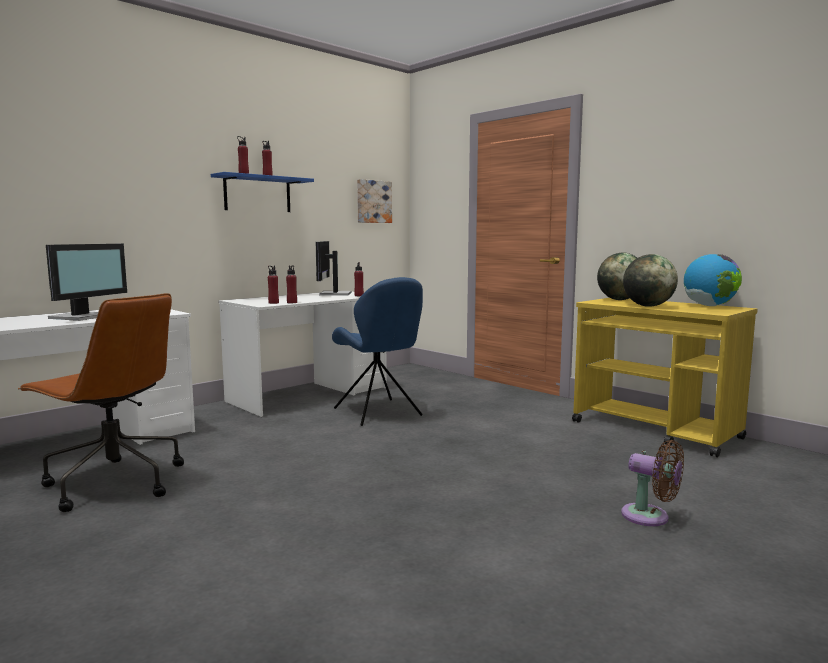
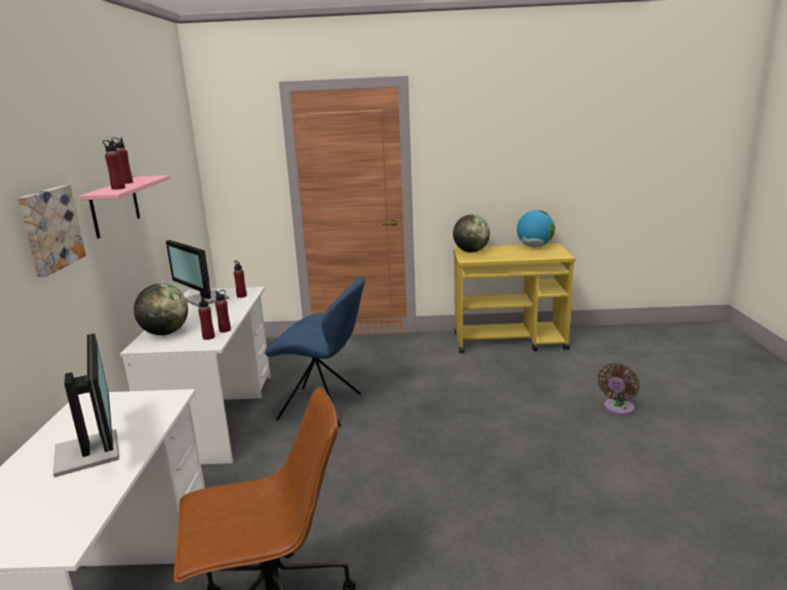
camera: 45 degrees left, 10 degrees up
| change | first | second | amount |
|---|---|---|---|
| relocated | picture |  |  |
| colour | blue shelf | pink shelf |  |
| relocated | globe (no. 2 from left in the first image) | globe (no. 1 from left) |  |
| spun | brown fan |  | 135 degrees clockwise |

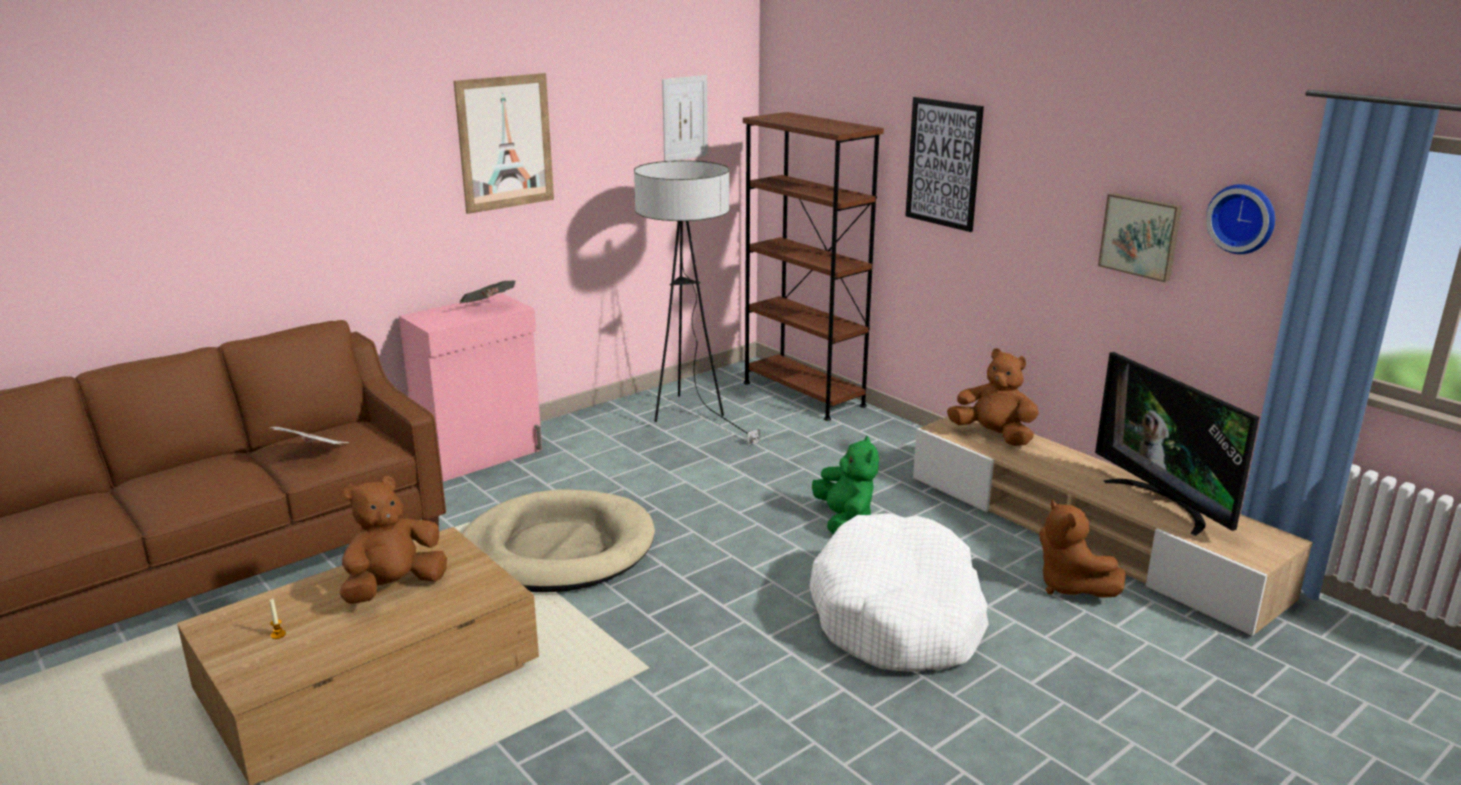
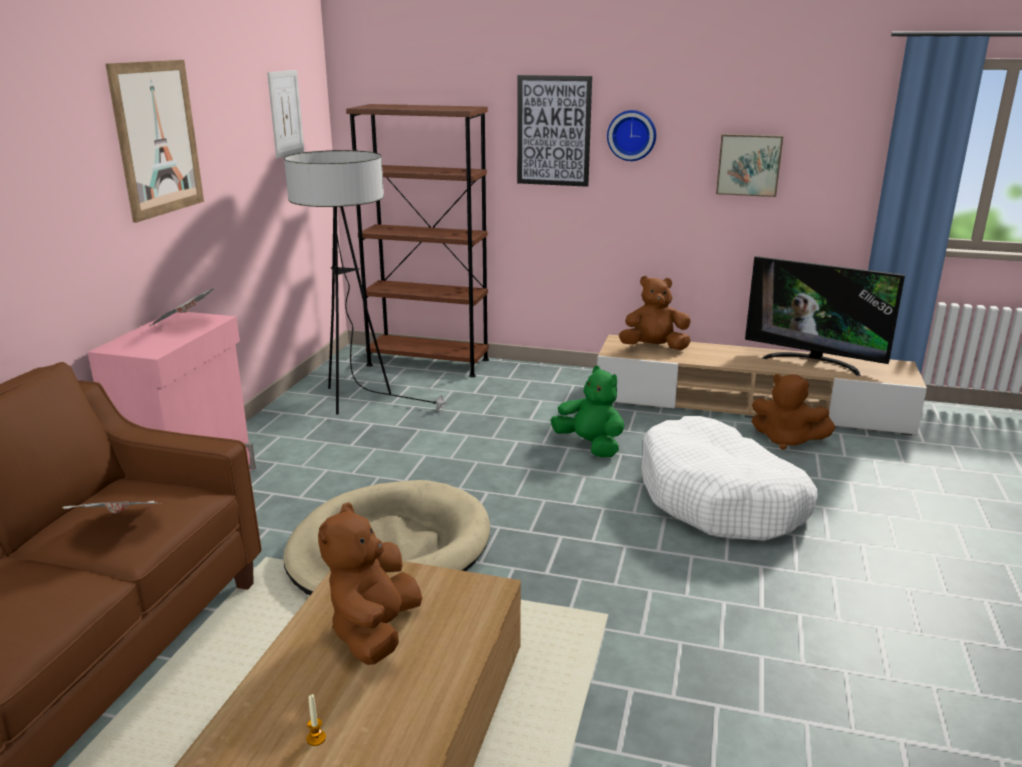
camera: 35 degrees left, 0 degrees up
| change | first | second | amount |
|---|---|---|---|
| relocated | wall clock |  |  |

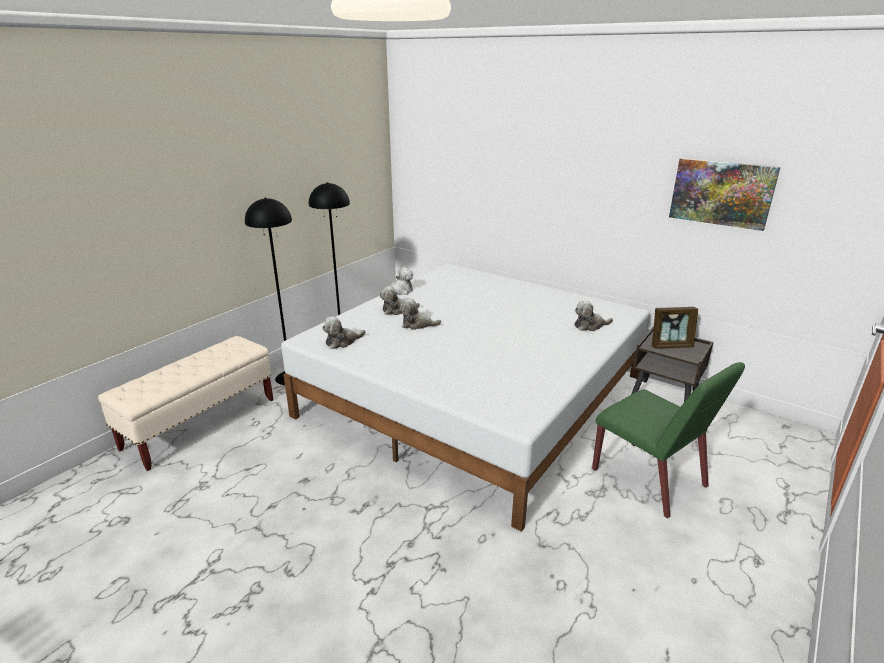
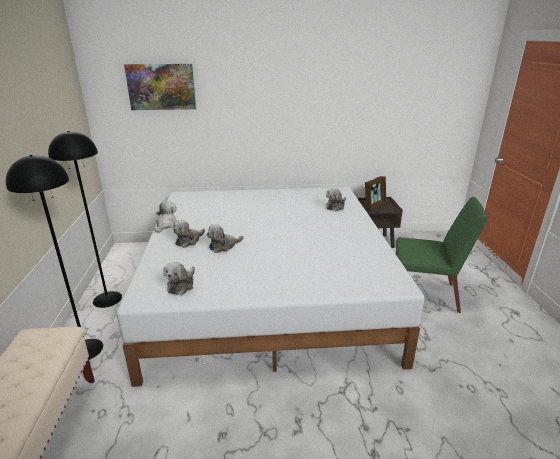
camera: 40 degrees left, 0 degrees up
| change | first | second | amount |
|---|---|---|---|
| relocated | picture |  |  |

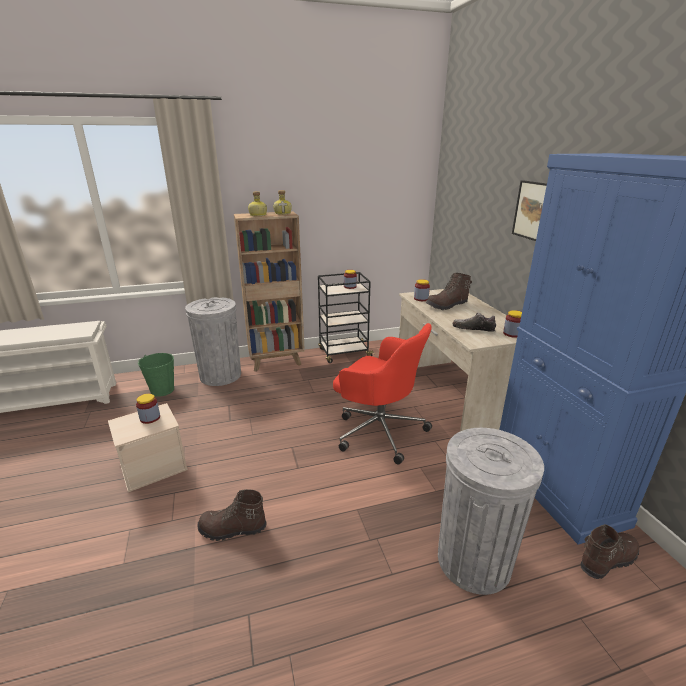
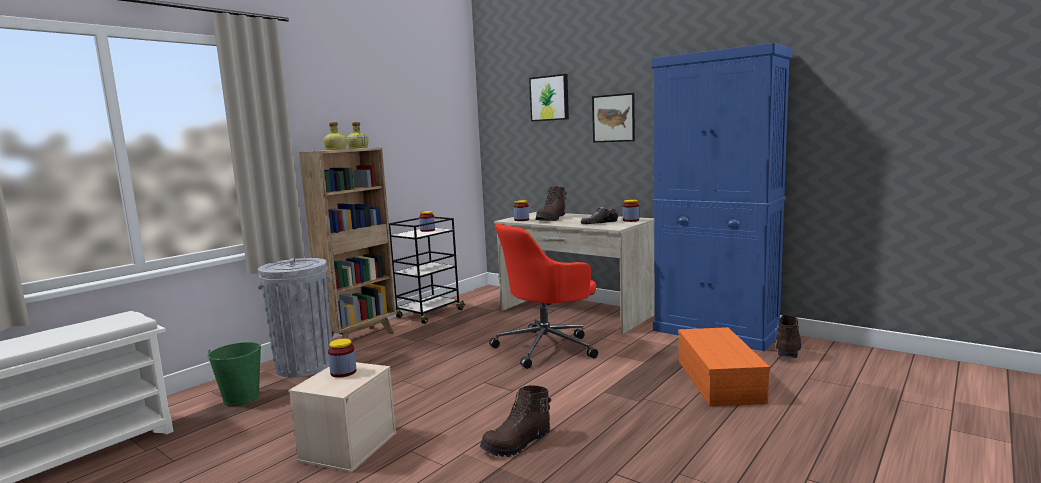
camera: 35 degrees left, 15 degrees down
| change | first | second | amount |
|---|---|---|---|
| spun | red office chair |  | 150 degrees clockwise |
| appeared |  | picture (no. 1 from left) |  |
| exchanged | grey trash can (no. 2 from left) | orange storage box |  |

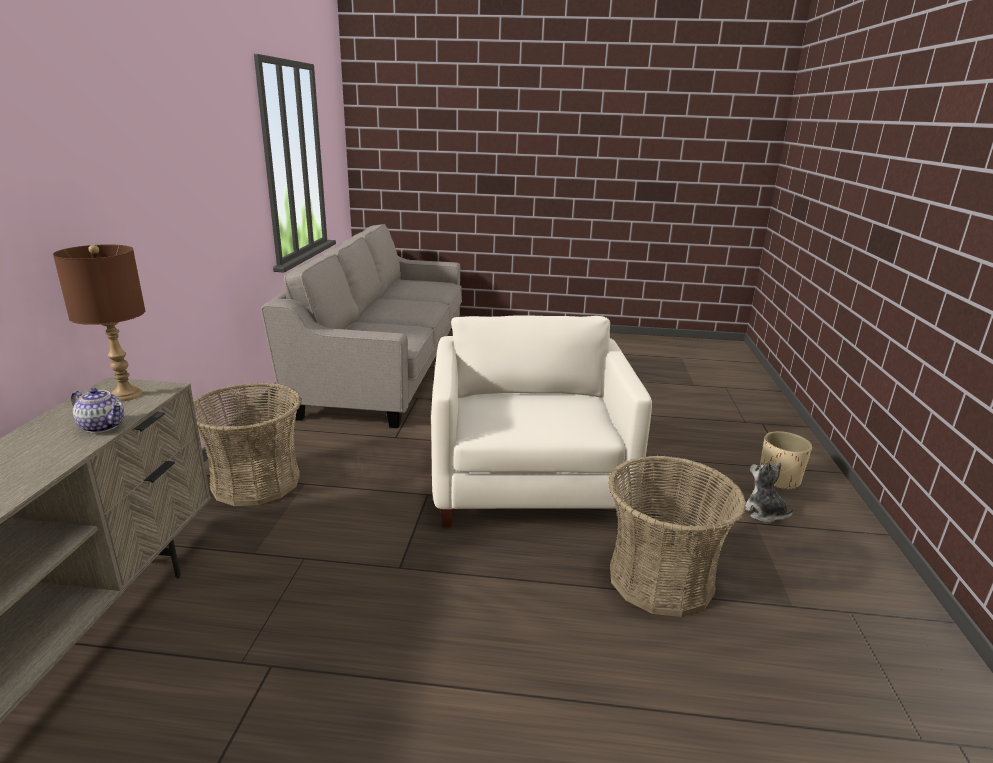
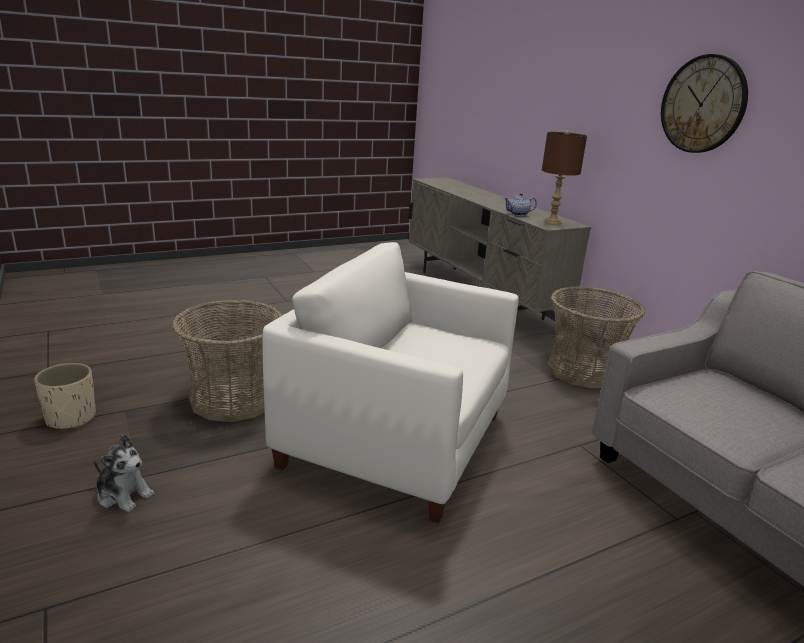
camera: 145 degrees right, 0 degrees up
| change | first | second | amount |
|---|---|---|---|
| relocated | beige planter |  |  |
| spun | white armchair |  | 150 degrees clockwise |
| appeared |  | wall clock |  |

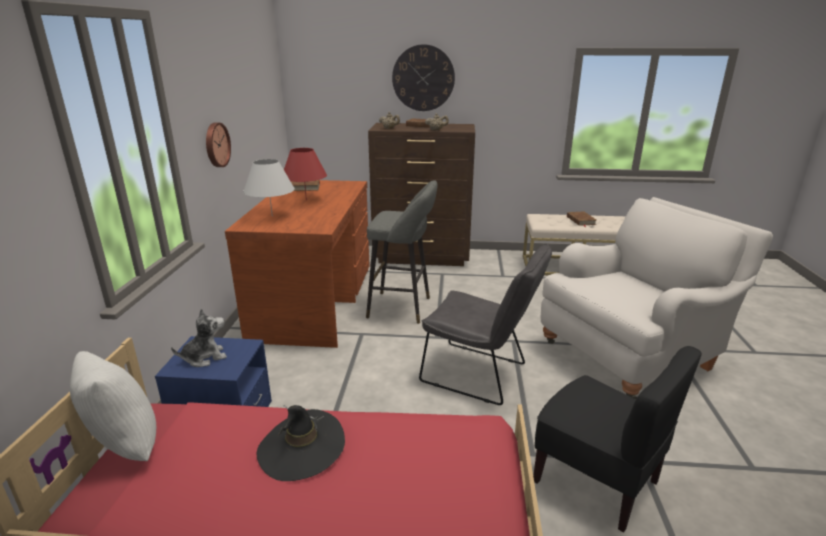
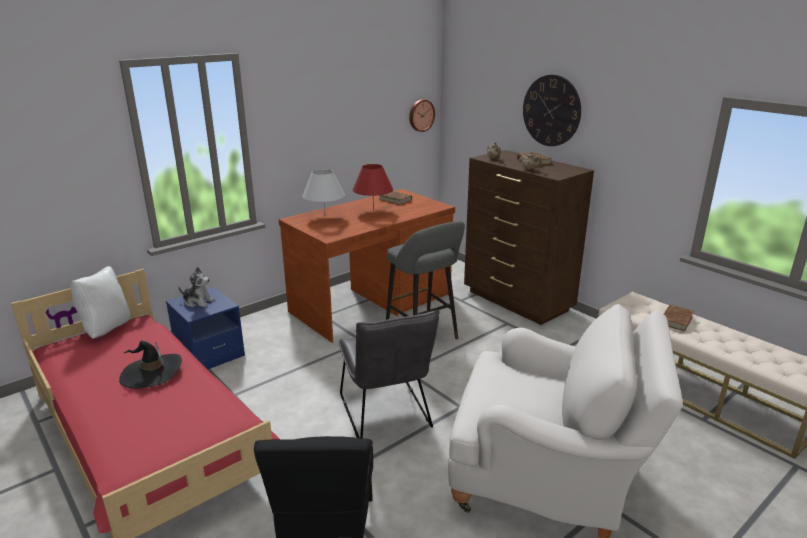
camera: 45 degrees right, 0 degrees up
| change | first | second | amount |
|---|---|---|---|
| relocated | wall clock (no. 1 from left) |  |  |

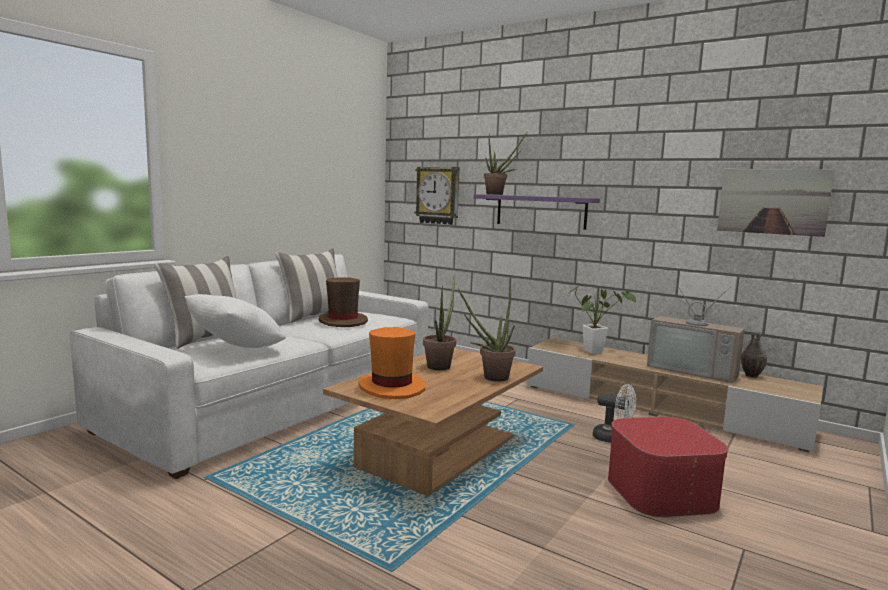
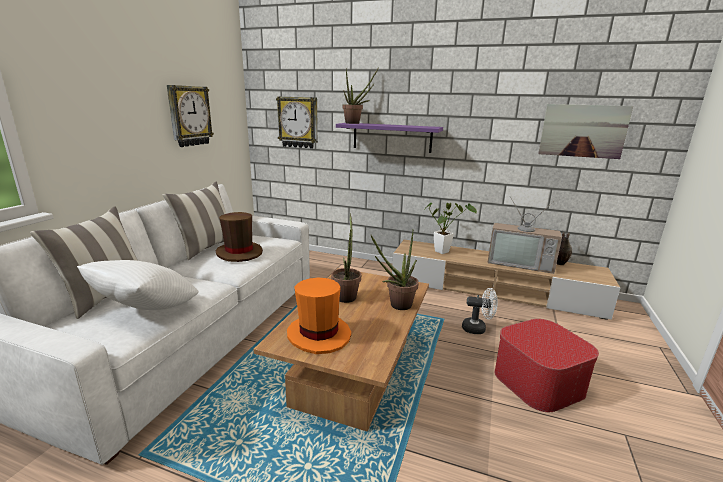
camera: 15 degrees left, 10 degrees up
| change | first | second | amount |
|---|---|---|---|
| appeared |  | wall clock (no. 1 from left) |  |

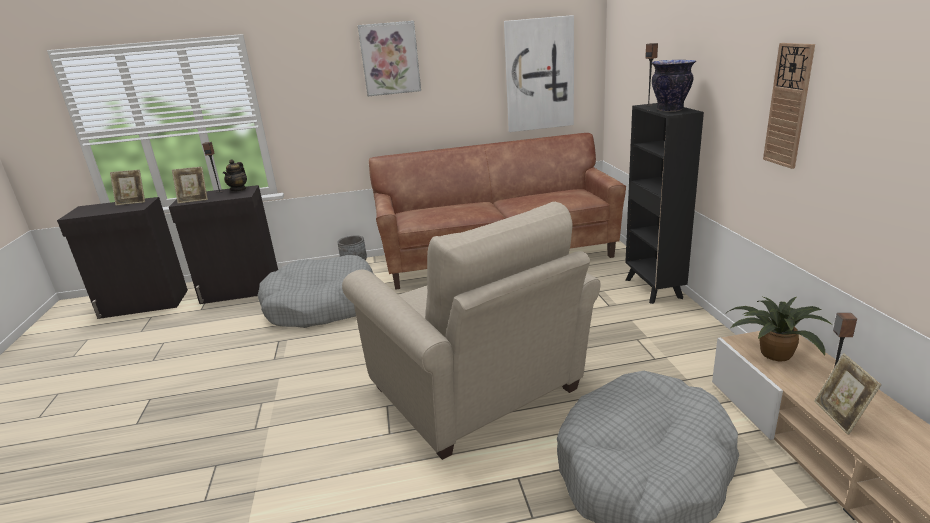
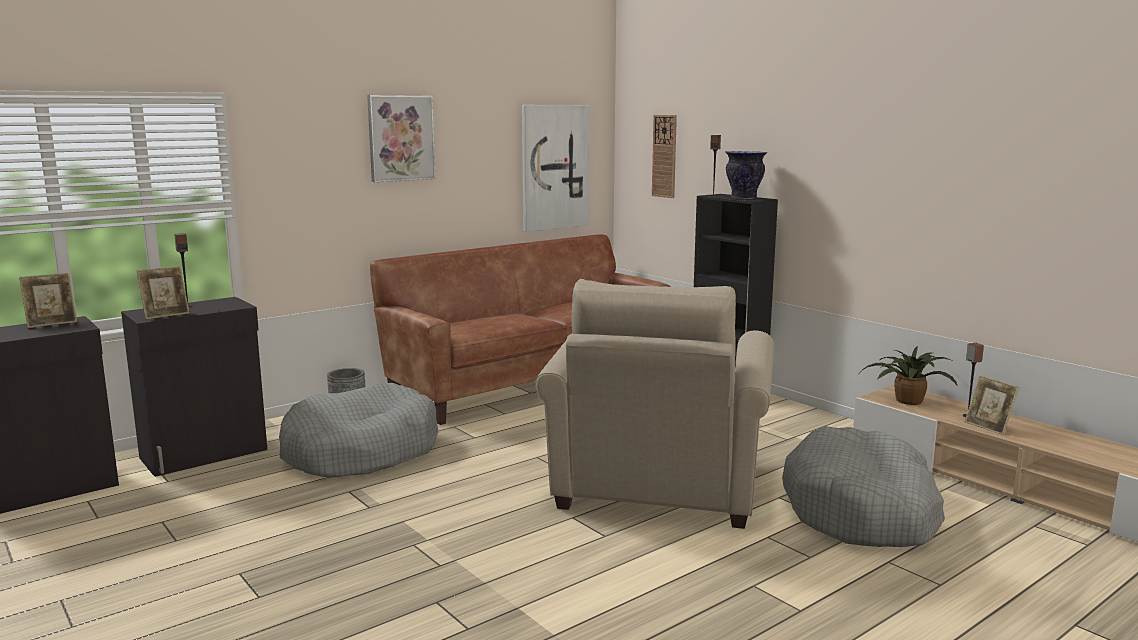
camera: 30 degrees left, 10 degrees down
| change | first | second | amount |
|---|---|---|---|
| spun | beige armchair |  | 75 degrees clockwise |
| relocated | wall clock |  |  |
| missing | teapot |  |  |

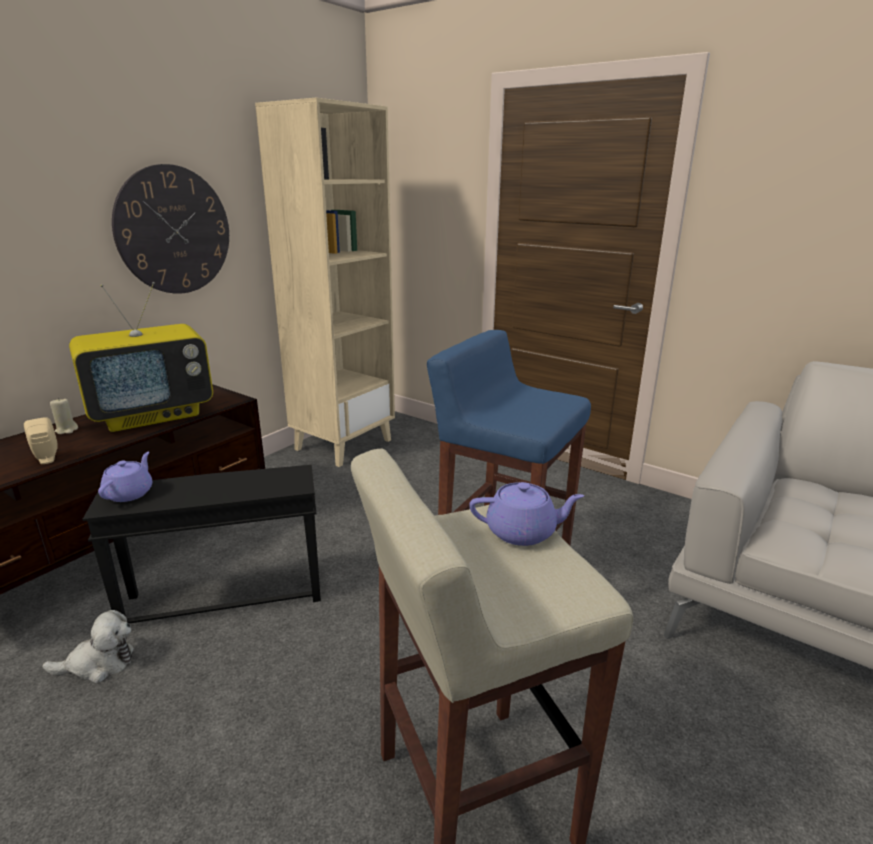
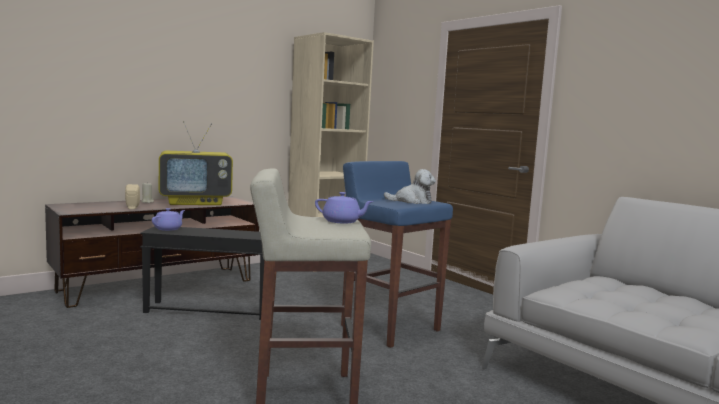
camera: 15 degrees right, 15 degrees down
| change | first | second | amount |
|---|---|---|---|
| relocated | plush toy |  |  |
| missing | wall clock |  |  |

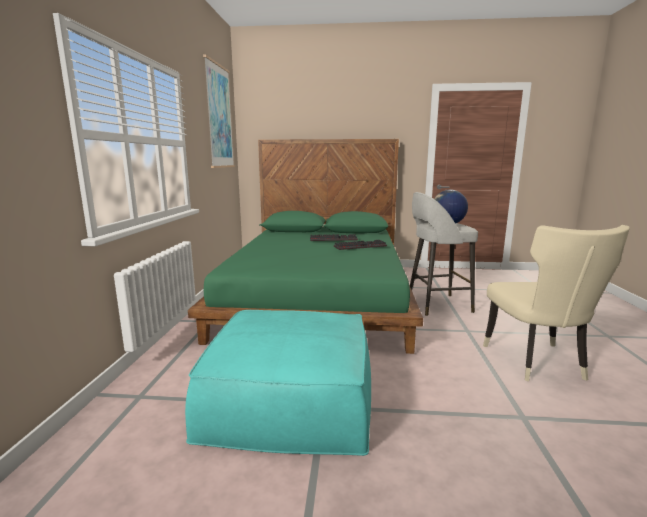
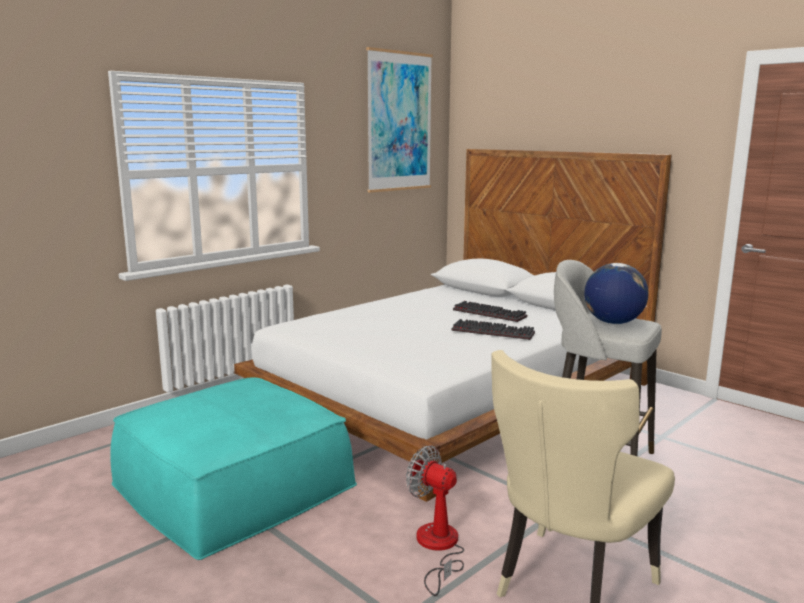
camera: 40 degrees right, 0 degrees up
| change | first | second | amount |
|---|---|---|---|
| colour | green bed | white bed |  |
| appeared |  | fan |  |

